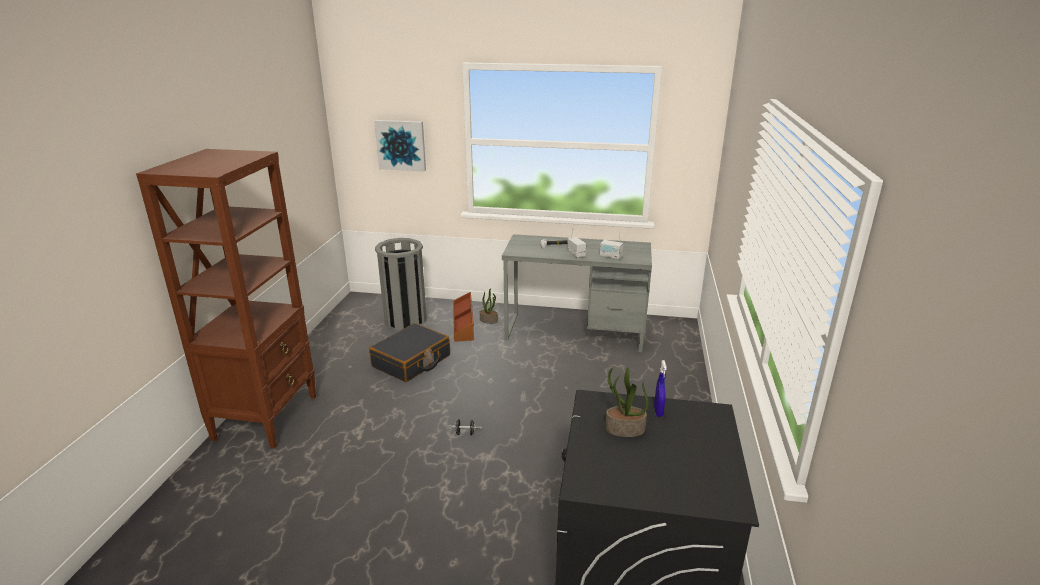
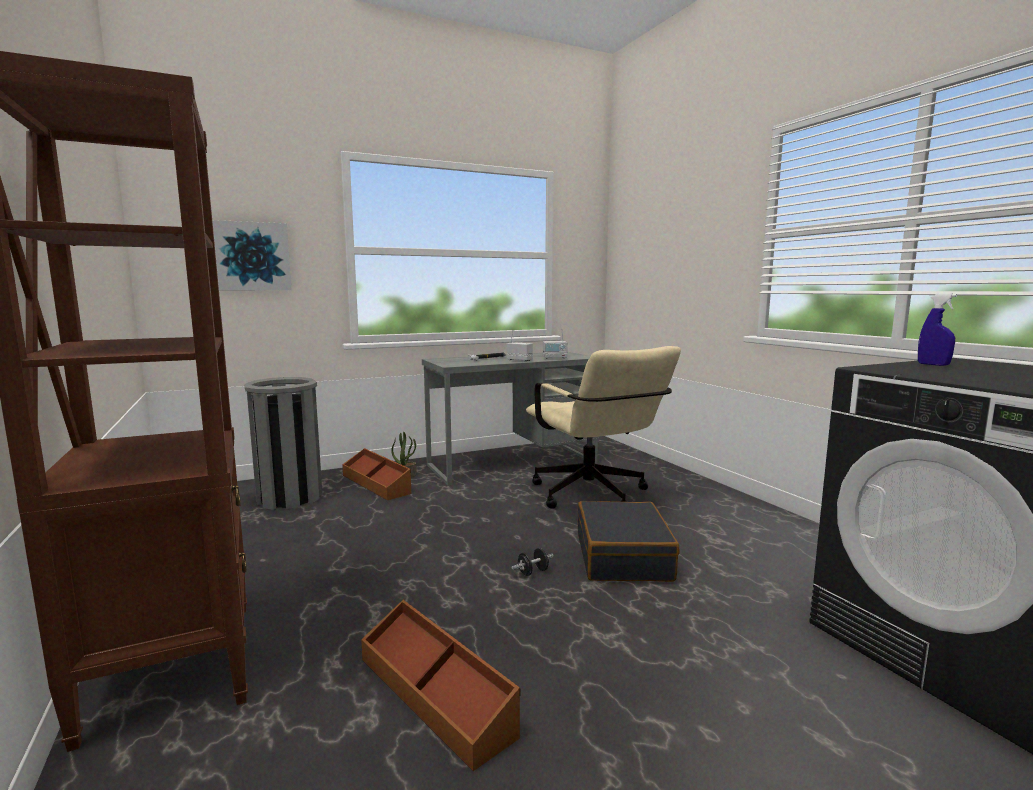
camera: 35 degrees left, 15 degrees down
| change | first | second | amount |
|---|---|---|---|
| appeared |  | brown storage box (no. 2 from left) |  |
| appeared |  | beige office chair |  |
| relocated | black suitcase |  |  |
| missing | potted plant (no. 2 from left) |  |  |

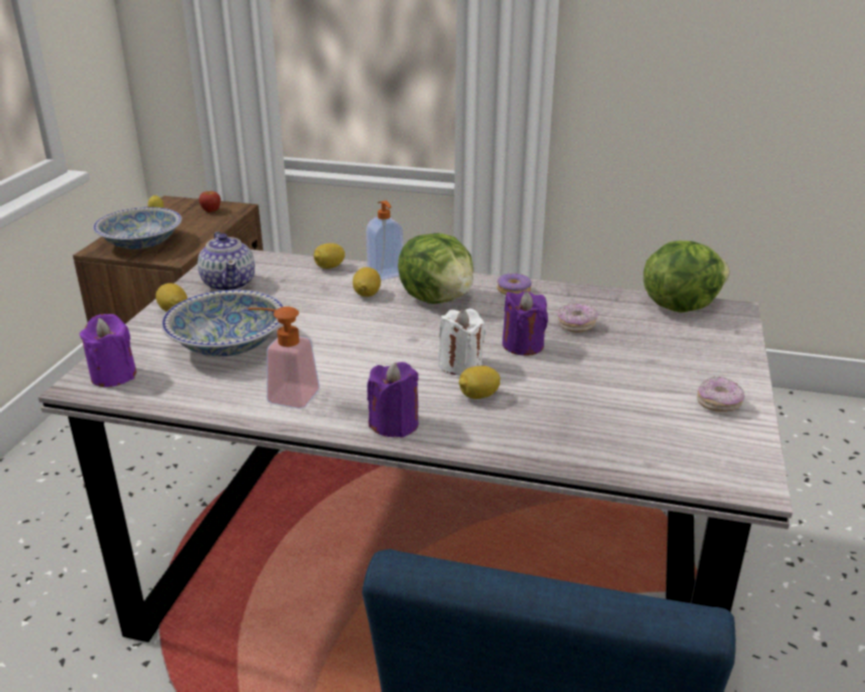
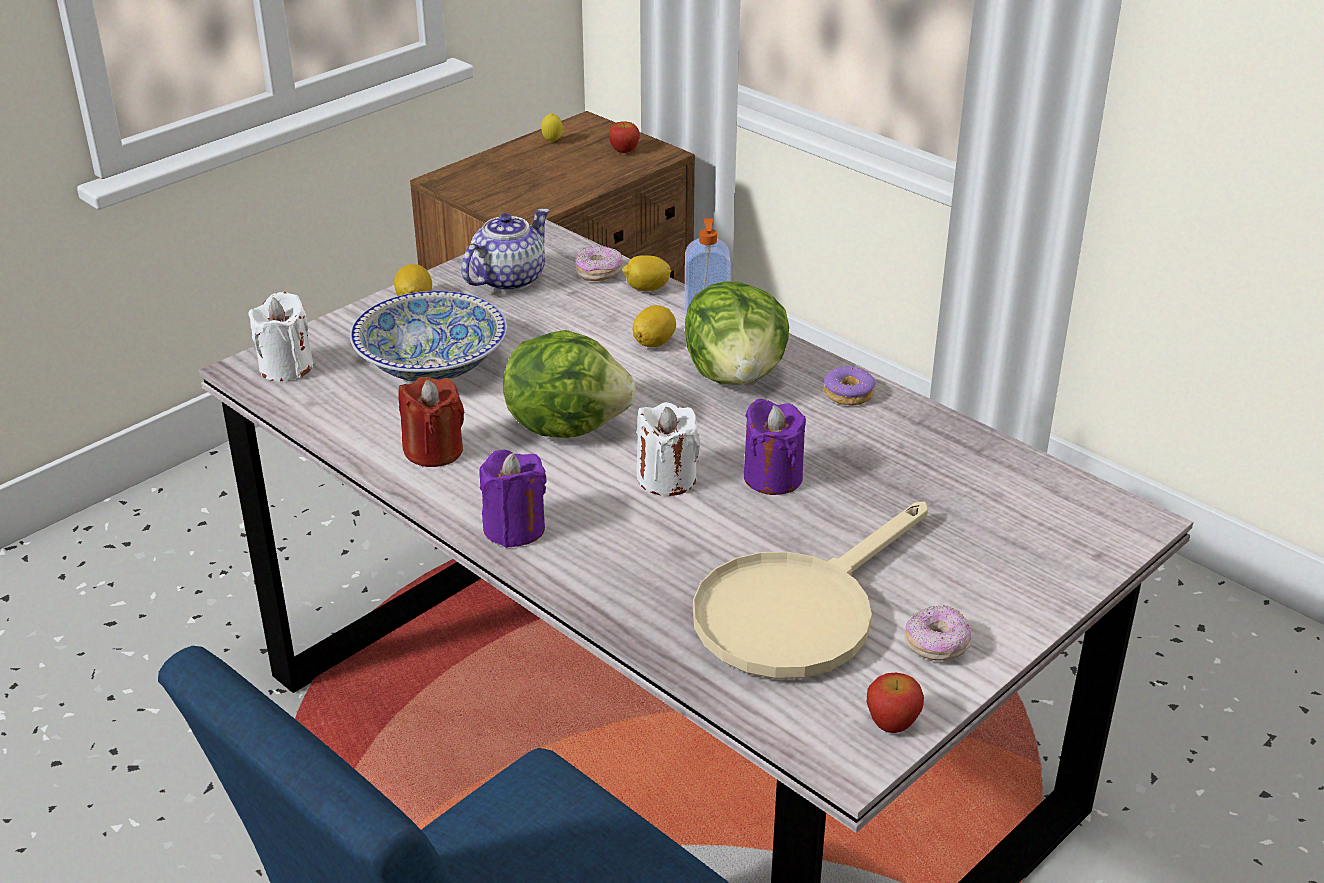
camera: 30 degrees right, 5 degrees up
| change | first | second | amount |
|---|---|---|---|
| colour | purple candle (no. 1 from left) | white candle (no. 1 from left) |  |
| exchanged | soap dispenser (no. 1 from left) | red candle |  |
| spun | teapot |  | 150 degrees counterclockwise |
| relocated | lettuce (no. 2 from left in the first image) | lettuce (no. 1 from left) |  |
| relocated | donut (no. 2 from left in the first image) | donut (no. 1 from left) |  |
| appeared |  | beige frying pan |  |
| appeared |  | apple (no. 2 from left) |  |
| missing | bowl (no. 1 from left) |  |  |
| missing | lemon (no. 5 from left) |  |  |

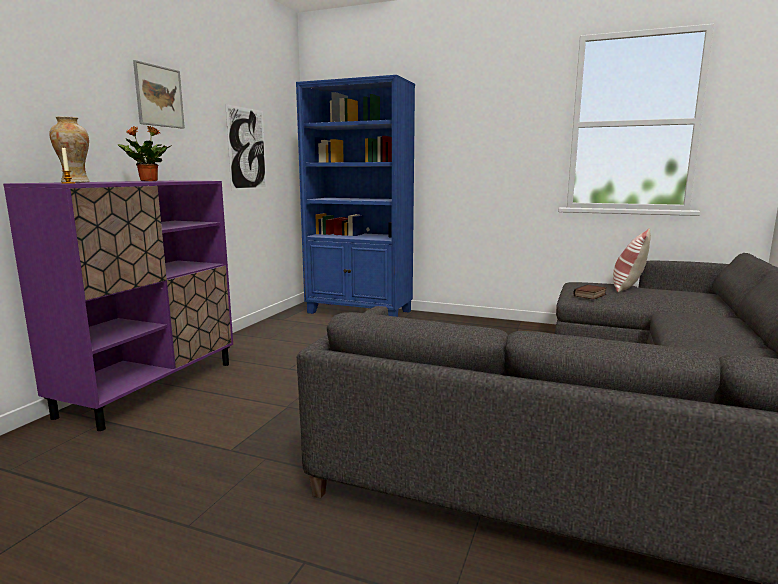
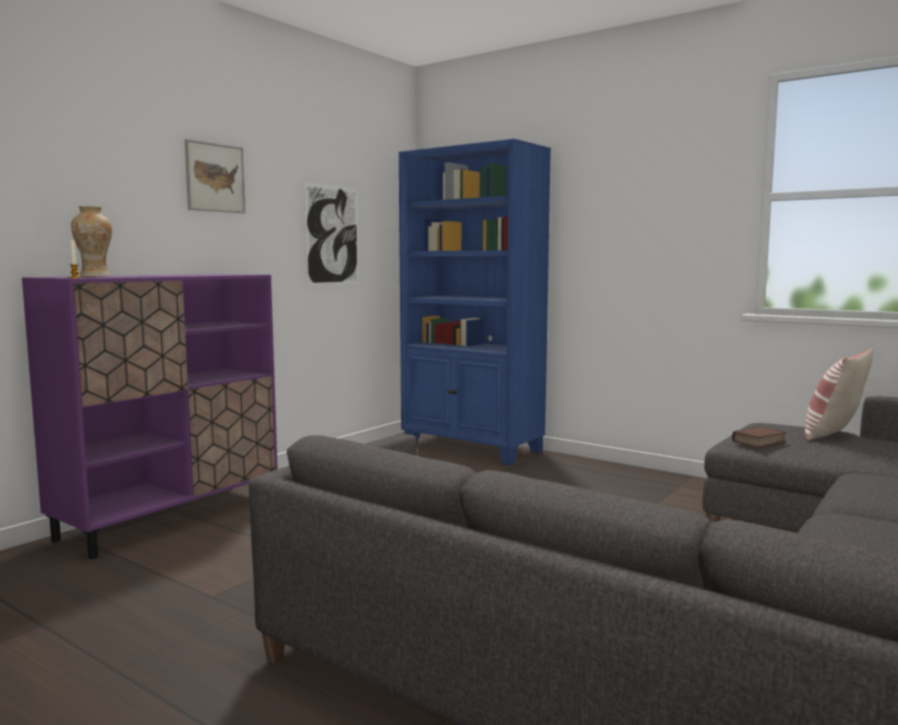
camera: 15 degrees right, 5 degrees down
| change | first | second | amount |
|---|---|---|---|
| missing | potted plant |  |  |

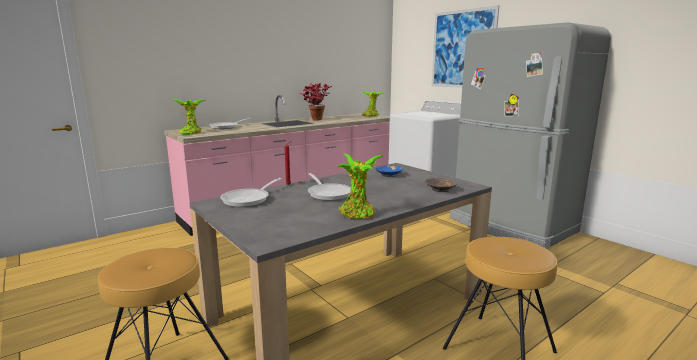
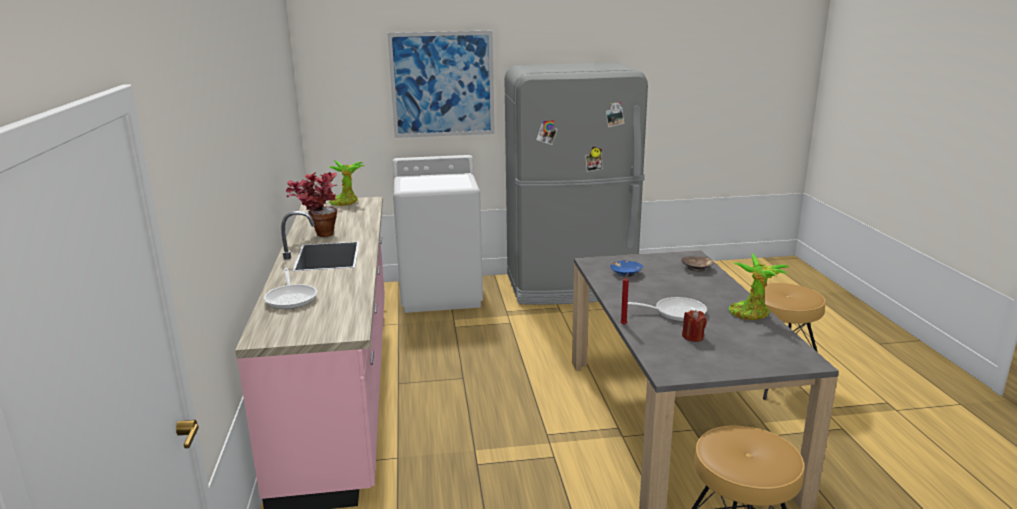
camera: 60 degrees left, 5 degrees up
| change | first | second | amount |
|---|---|---|---|
| appeared |  | red candle (no. 2 from left) |  |
| missing | potted plant (no. 1 from left) |  |  |
| missing | frying pan (no. 2 from left) |  |  |

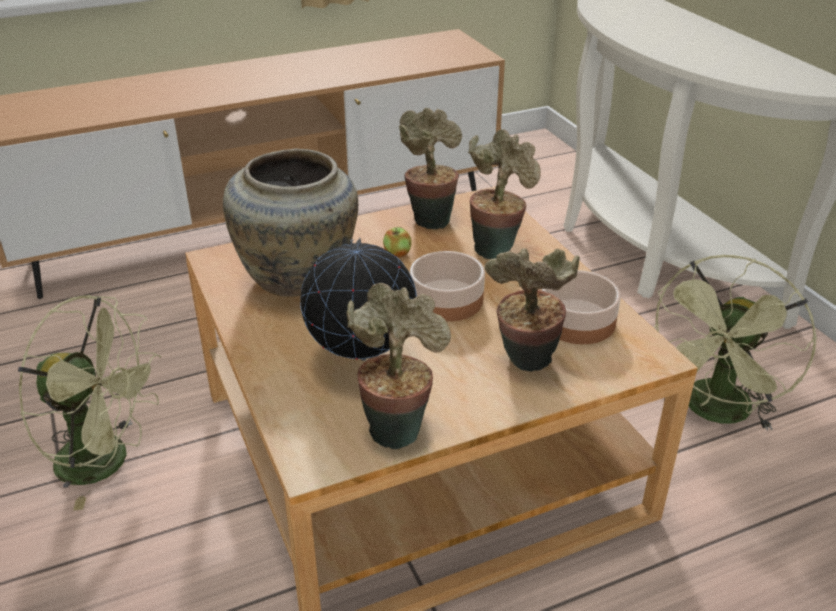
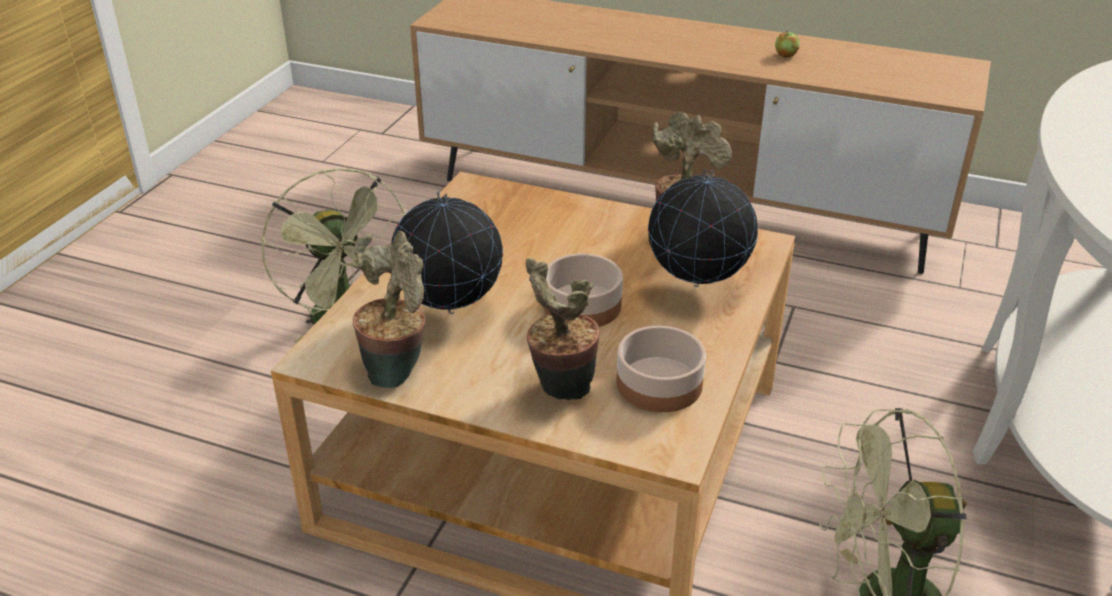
camera: 45 degrees right, 0 degrees up
| change | first | second | amount |
|---|---|---|---|
| exchanged | potted plant (no. 3 from left) | globe (no. 2 from left) |  |
| relocated | apple |  |  |
| missing | beige vase |  |  |

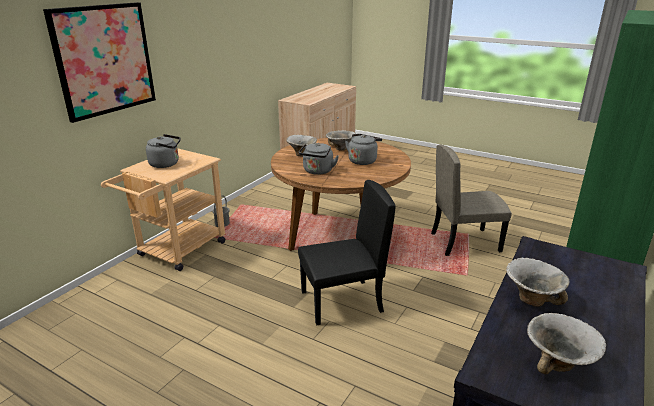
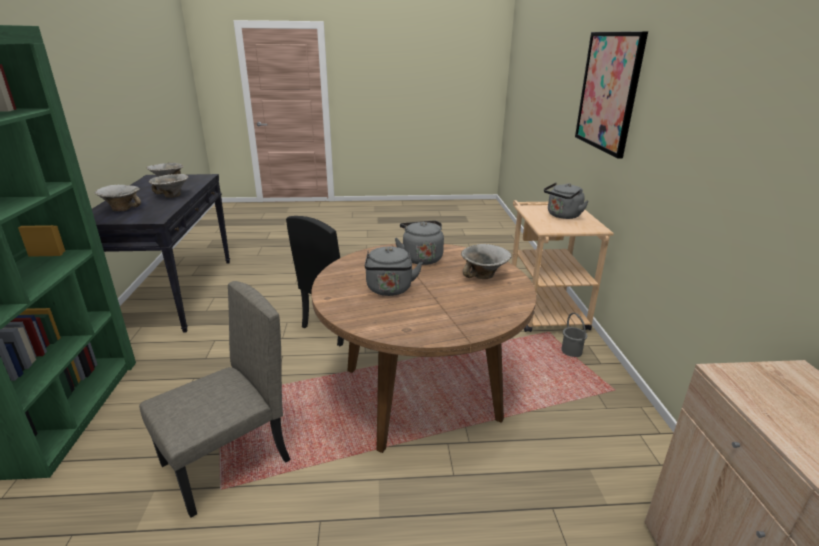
camera: 145 degrees right, 0 degrees up
| change | first | second | amount |
|---|---|---|---|
| relocated | bowl (no. 2 from left in the first image) | bowl (no. 1 from left) |  |

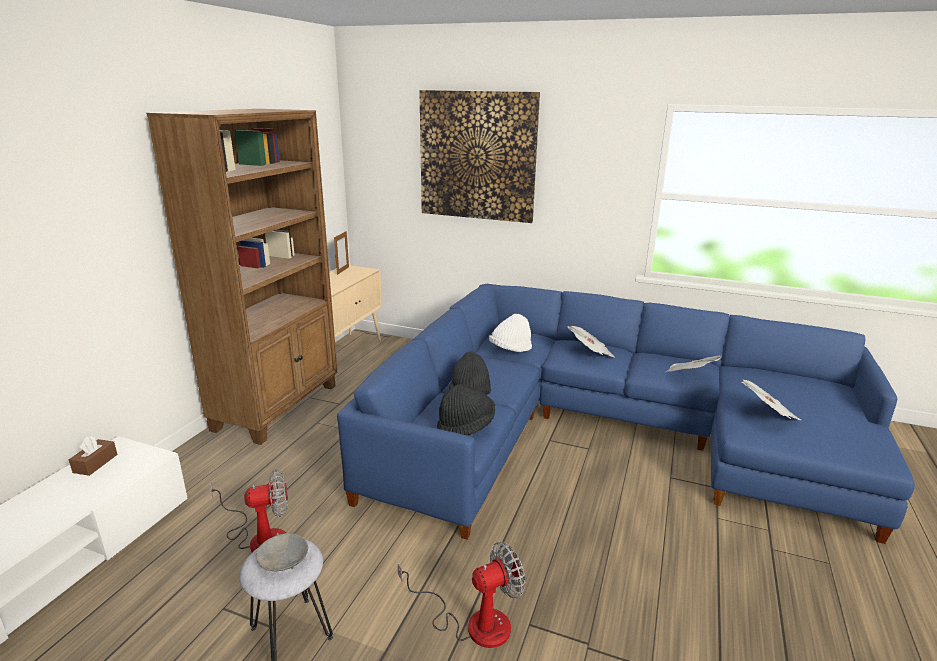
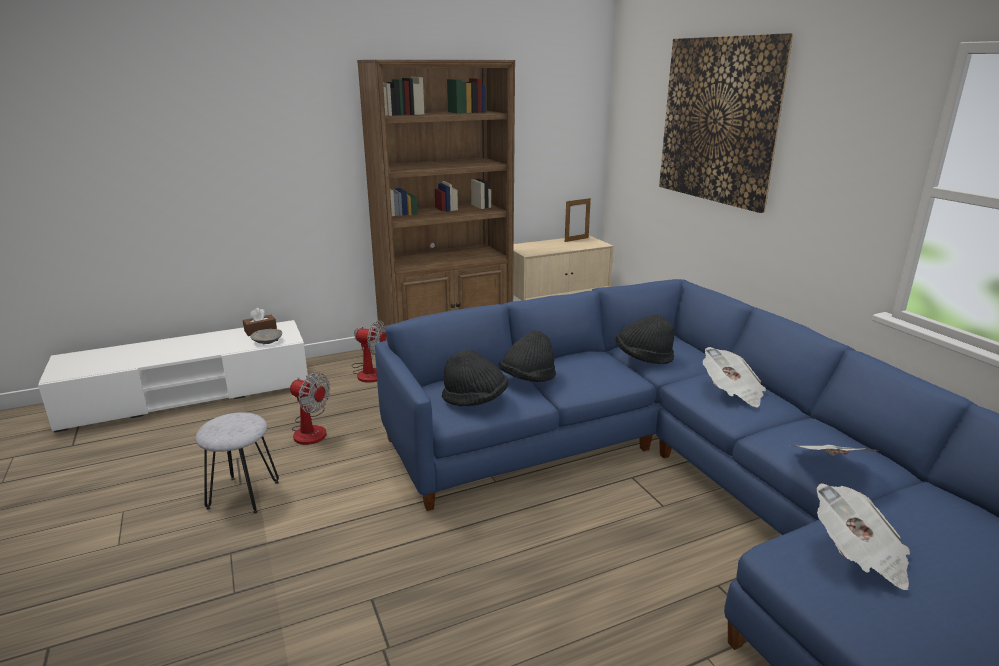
camera: 45 degrees right, 0 degrees up
| change | first | second | amount |
|---|---|---|---|
| relocated | grey bowl |  |  |
| relocated | fan (no. 2 from left) |  |  |
| colour | white hat | black hat (no. 3 from left) |  |

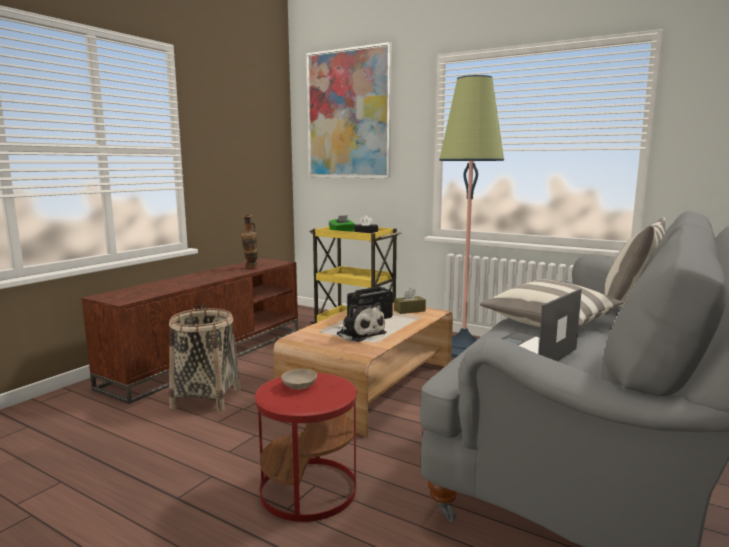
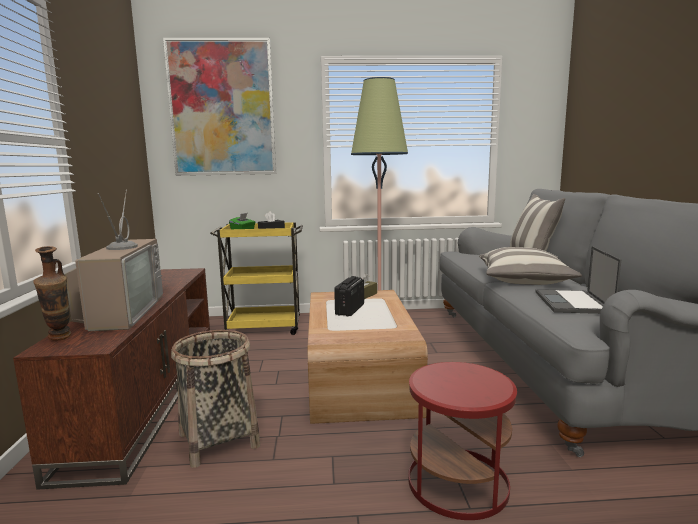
camera: 35 degrees left, 0 degrees up
| change | first | second | amount |
|---|---|---|---|
| relocated | vase |  |  |
| appeared |  | television |  |
| missing | beige bowl |  |  |
| missing | plush toy |  |  |

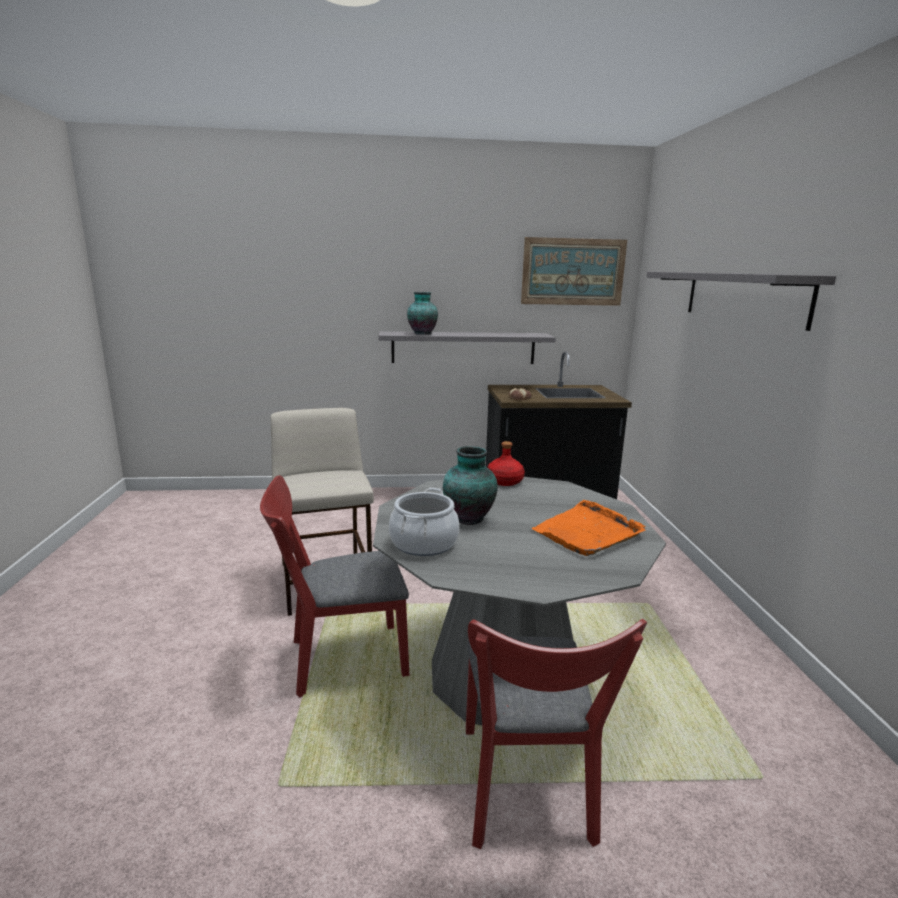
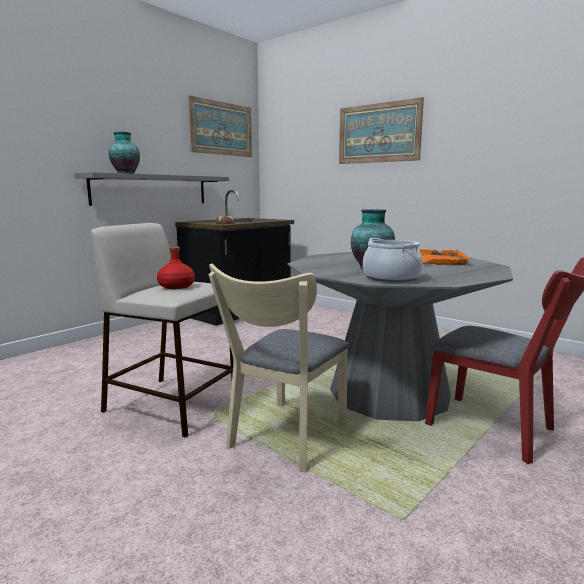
camera: 45 degrees left, 5 degrees down
| change | first | second | amount |
|---|---|---|---|
| relocated | red bottle |  |  |
| colour | red chair (no. 1 from left) | beige chair |  |
| exchanged | grey shelf (no. 2 from left) | picture (no. 2 from left) |  |

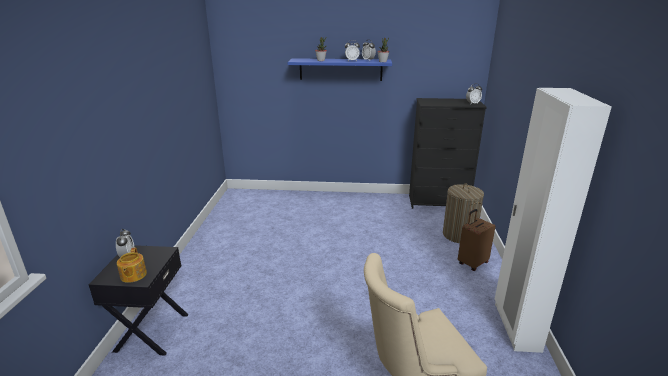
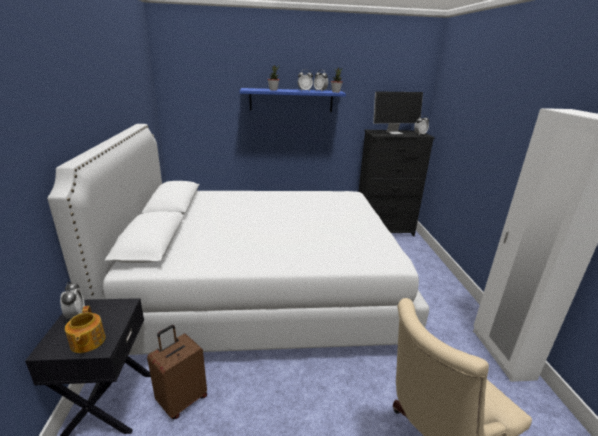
camera: 10 degrees left, 0 degrees up
| change | first | second | amount |
|---|---|---|---|
| appeared |  | white bed |  |
| relocated | brown suitcase |  |  |
| appeared |  | monitor |  |
| missing | laundry basket |  |  |

